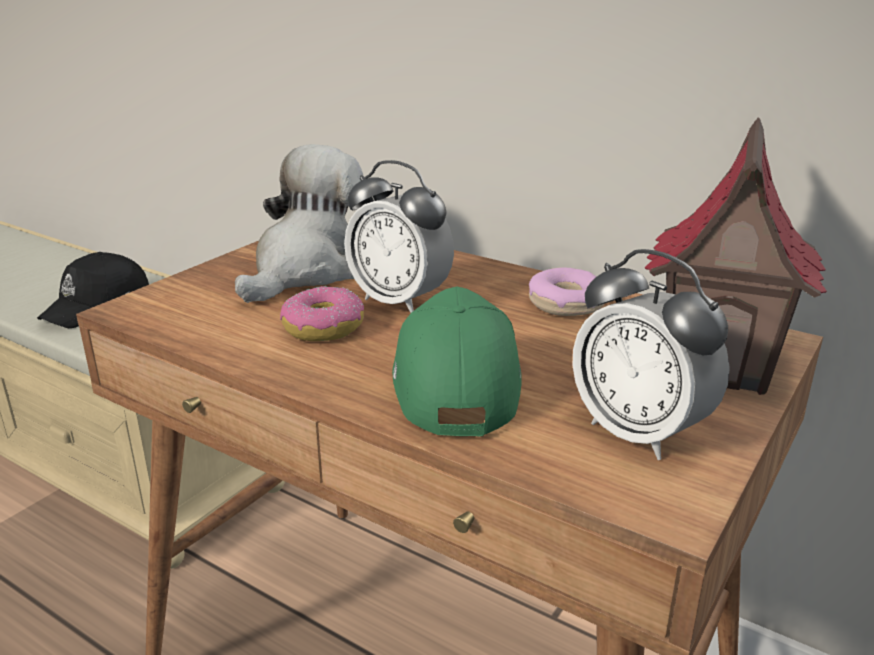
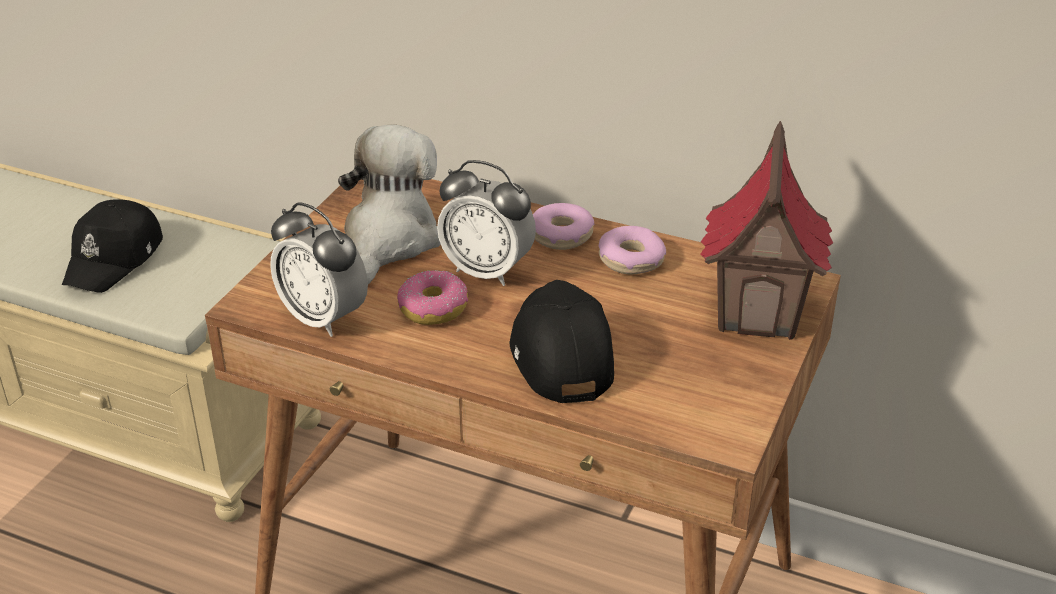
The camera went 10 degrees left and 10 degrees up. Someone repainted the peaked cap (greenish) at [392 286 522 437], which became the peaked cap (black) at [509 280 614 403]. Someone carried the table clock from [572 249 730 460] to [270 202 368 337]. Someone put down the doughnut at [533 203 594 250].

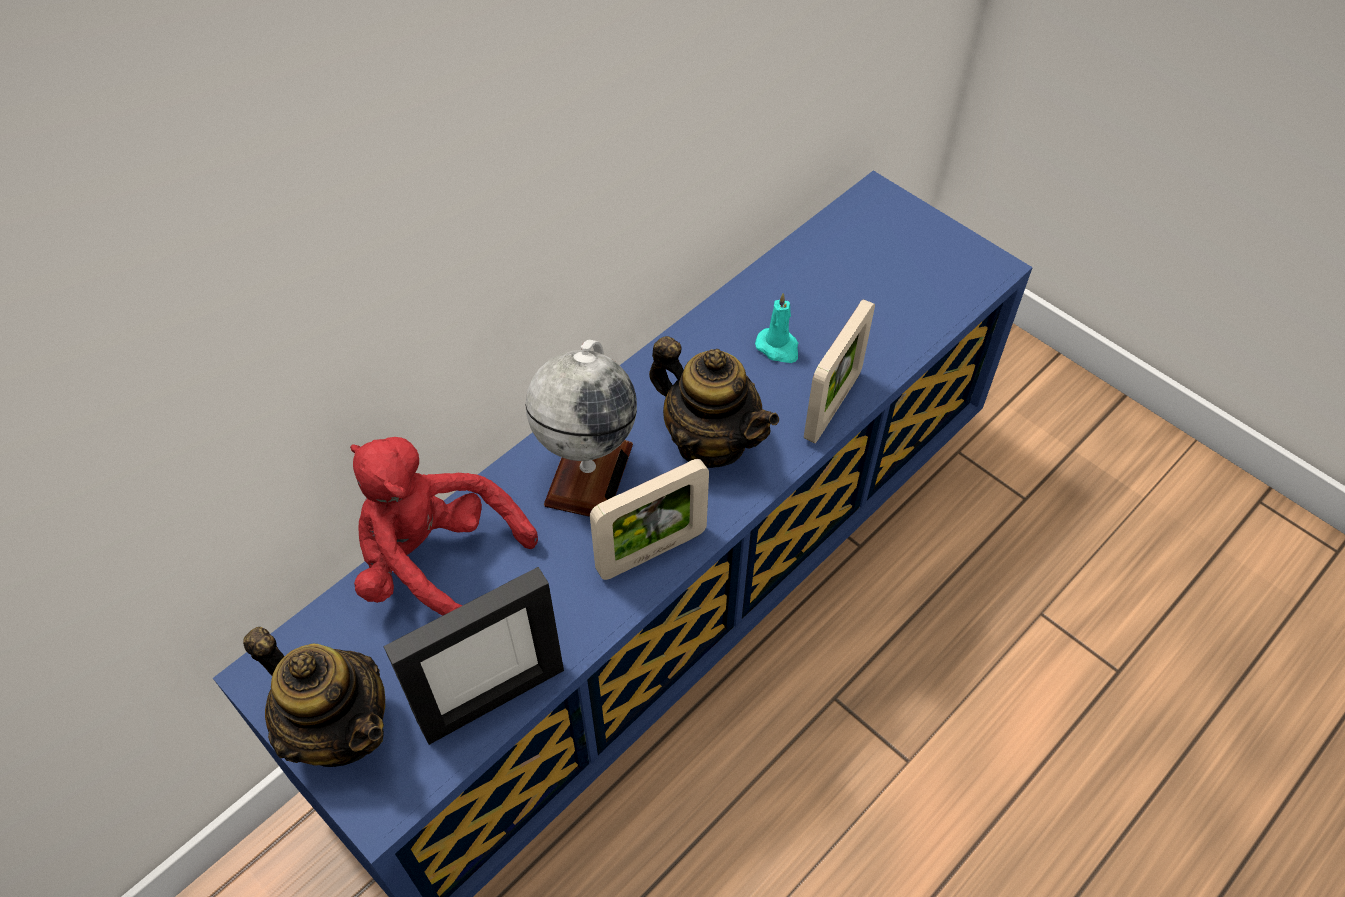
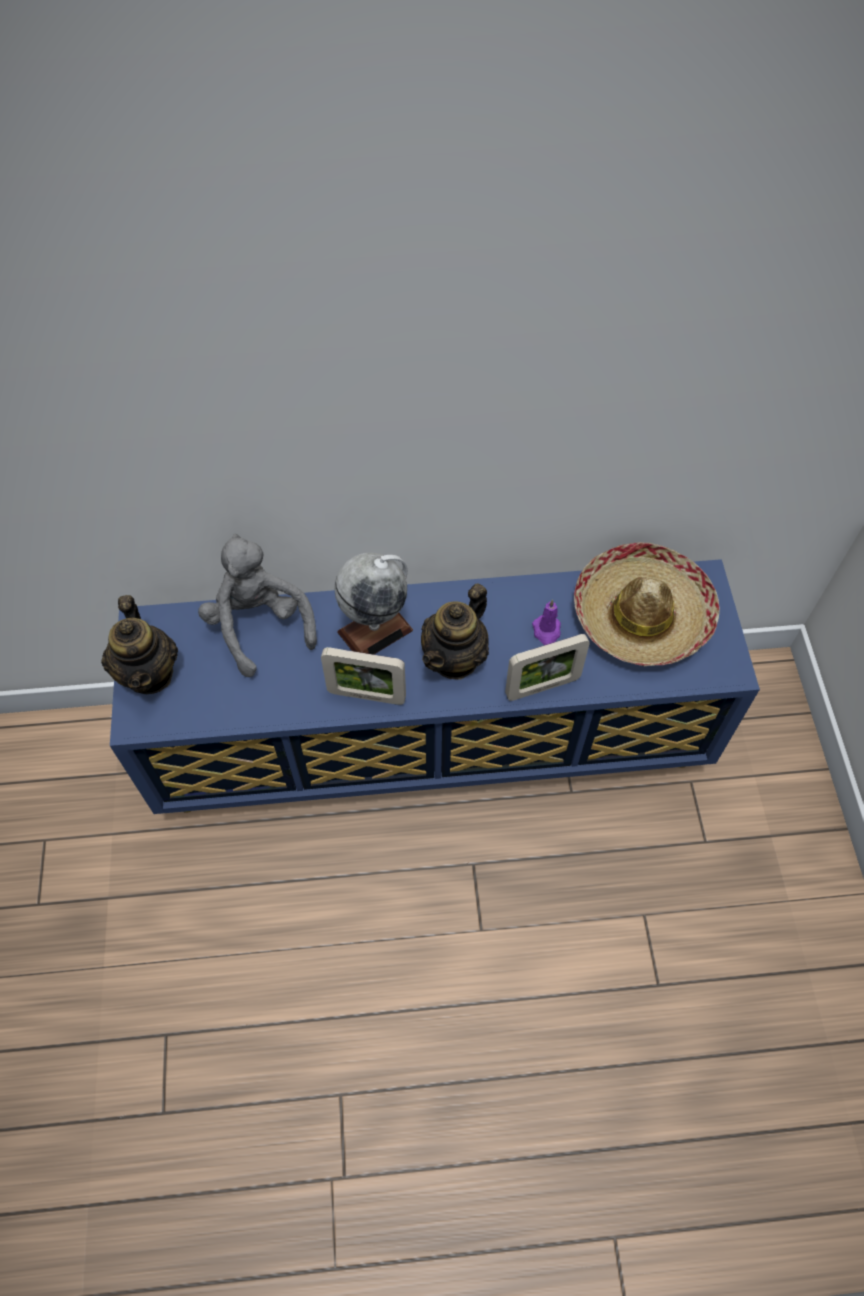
The camera went 40 degrees right and 5 degrees up. Someone repainted the plush toy (red-coloured) at [350 437 538 616], which became the plush toy (grey) at [198 534 317 677]. Someone took away the standing frame at [383 567 564 745]. Someone rotated the pot for tea at [649 336 779 468] by 45 degrees clockwise. Someone repainted the wax candle (blue-green) at [755 293 798 363], which became the wax candle (purple-coloured) at [532 599 561 645]. Someone put down the wearable hat at [574 542 720 666].

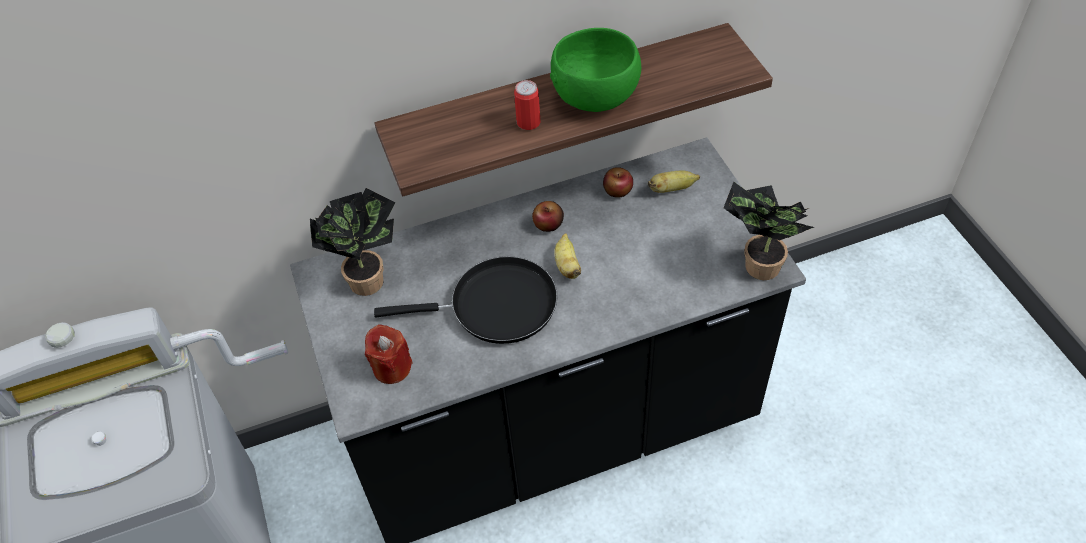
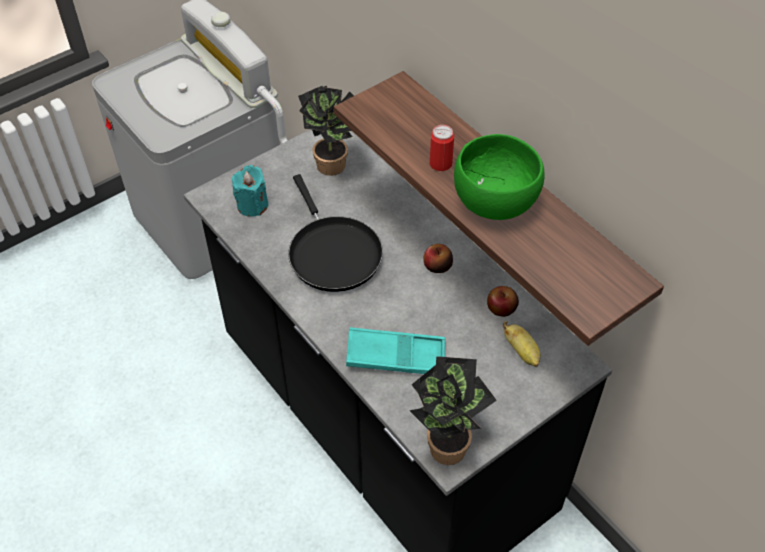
The camera went 70 degrees right and 0 degrees up. Someone repainted the wax candle (red-coloured) at [365 324 413 384], which became the wax candle (blue-green) at [232 165 268 217]. Someone took away the banana at [554 233 581 279]. Someone put down the tray (blue-green) at [346 327 445 374].

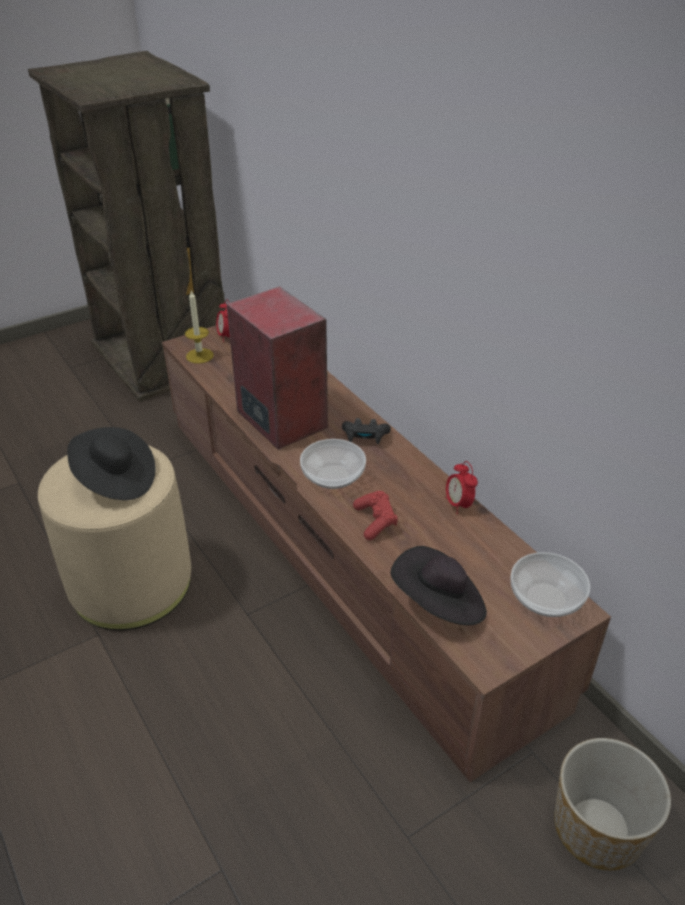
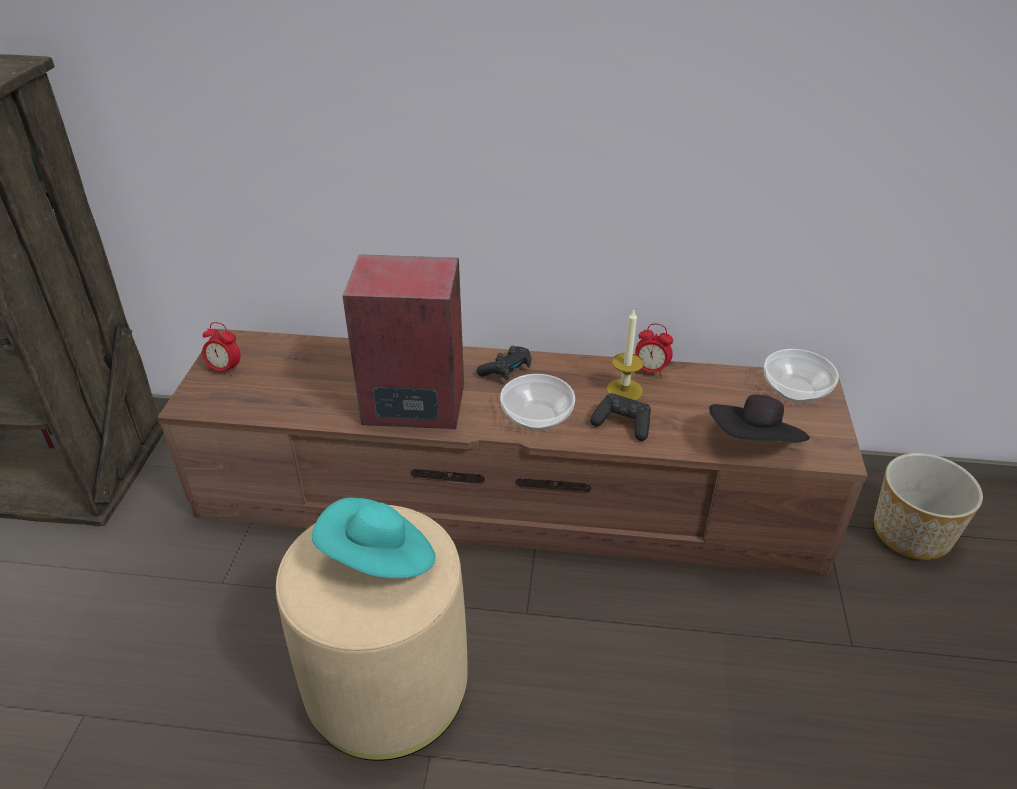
The camera went 50 degrees left and 0 degrees up. Someone repainted the wearable hat (black) at [67 427 156 500], which became the wearable hat (blue-green) at [312 497 436 578]. Someone carried the wax candle from [185 290 214 364] to [607 309 644 400]. Someone repainted the gamepad (red-coloured) at [353 491 398 541], which became the gamepad (black) at [590 393 651 441].

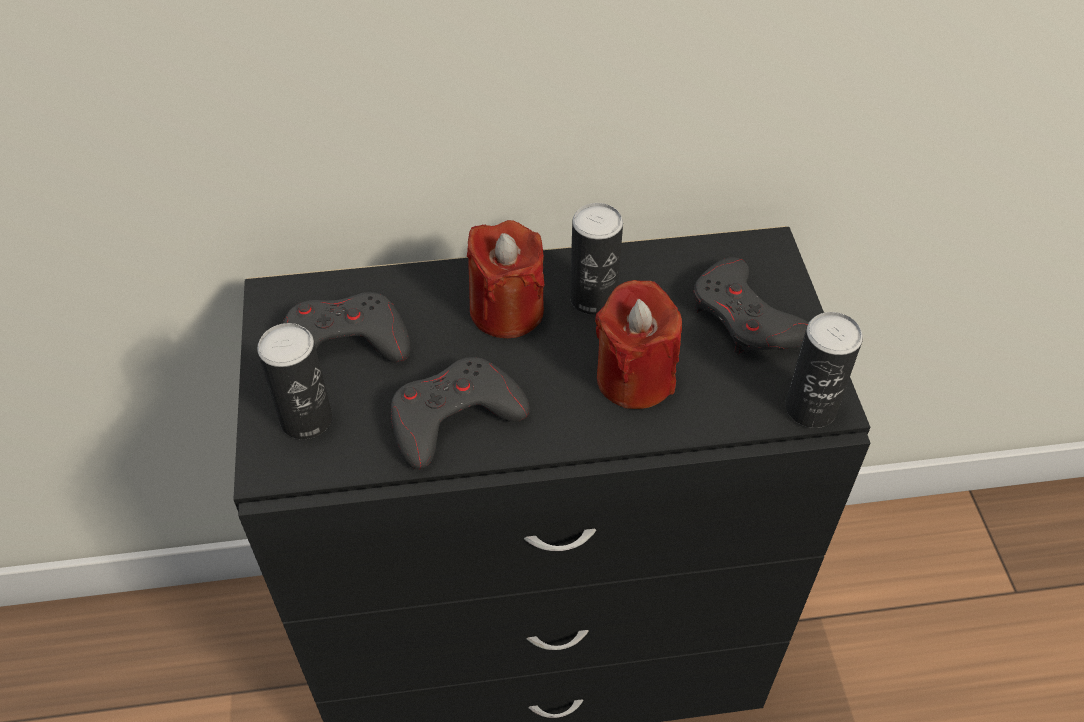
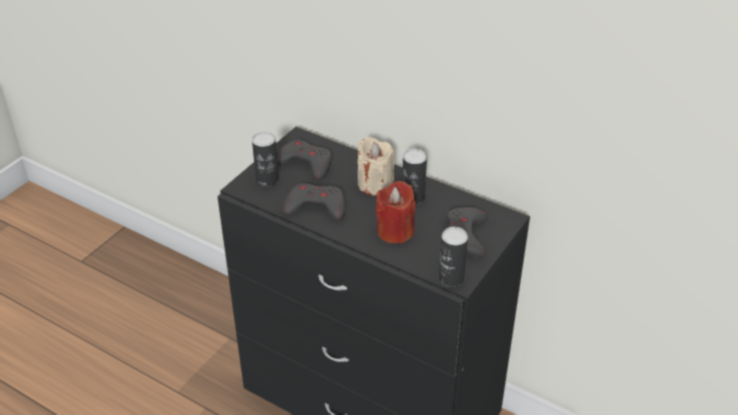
The camera went 40 degrees right and 10 degrees down. Someone repainted the wax candle (red-coloured) at [467 220 545 338], which became the wax candle (beige-coloured) at [358 137 395 195].

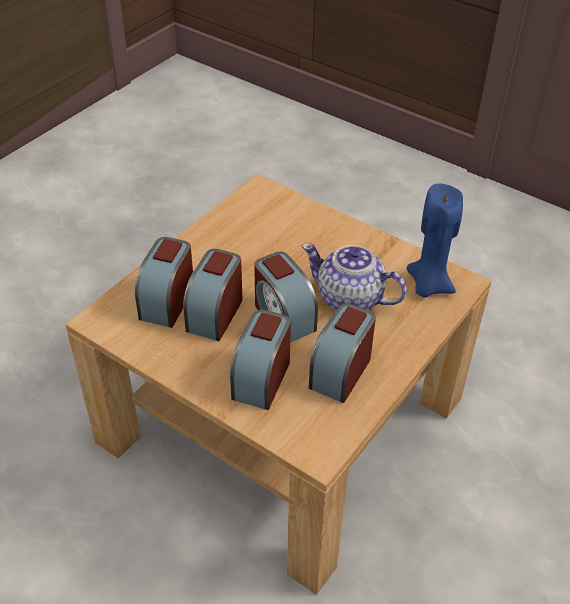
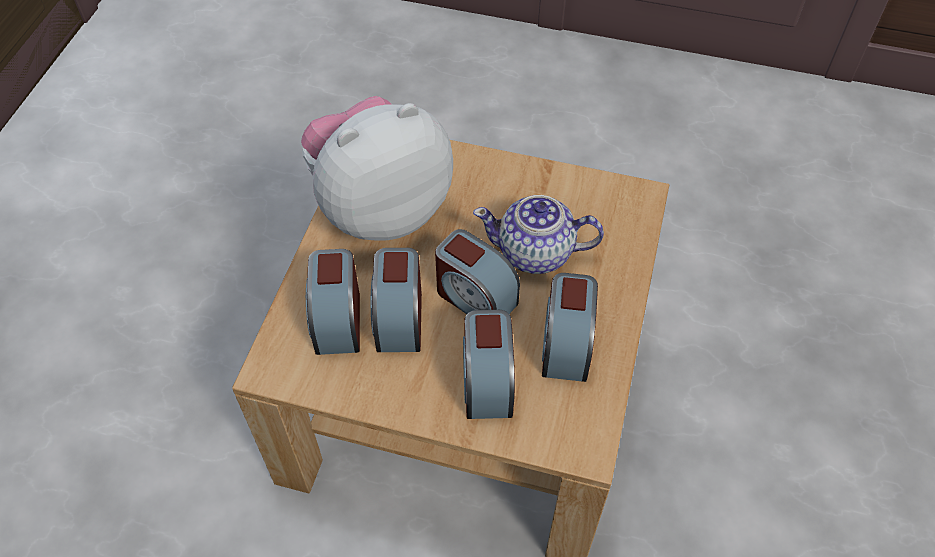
The camera went 20 degrees left and 10 degrees up. Someone took away the wax candle (bluish) at [406 183 463 298]. Someone put down the plush toy at [301 96 453 241].

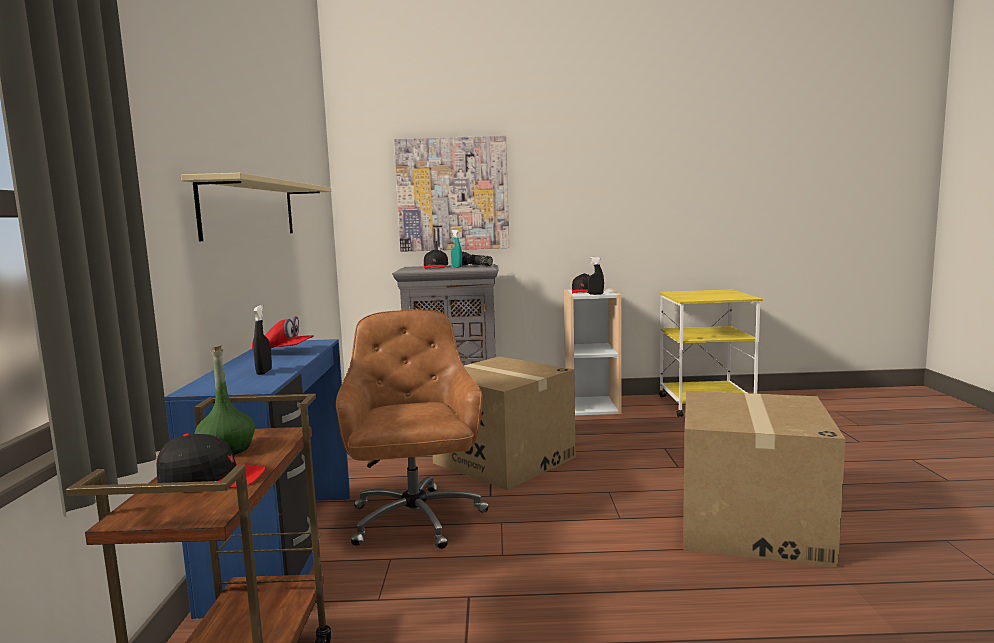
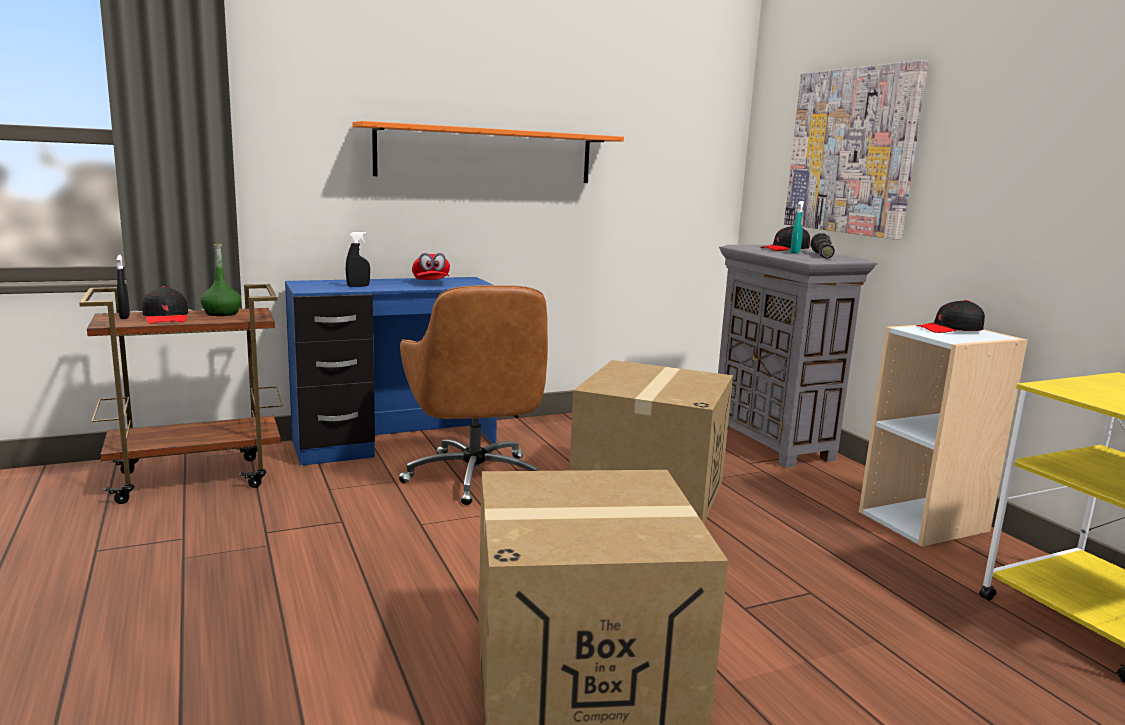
The camera went 65 degrees right and 5 degrees up. Someone repainted the wall shelf (beige-coloured) at [181 173 331 241], which became the wall shelf (orange-coloured) at [352 121 624 183]. Someone rotated the computer chair (brown) at [336 309 488 549] by 105 degrees clockwise. Someone carried the sprayer (black) from [587 257 604 295] to [117 255 130 319].

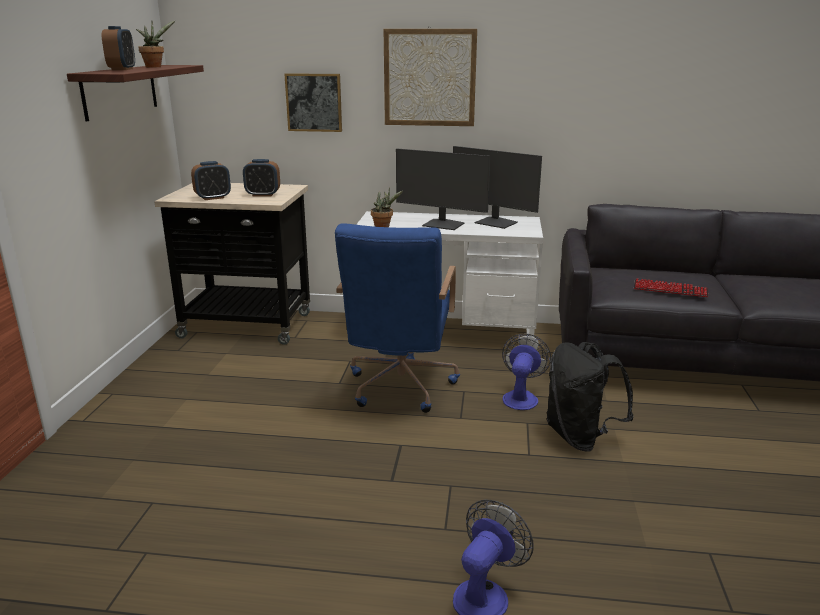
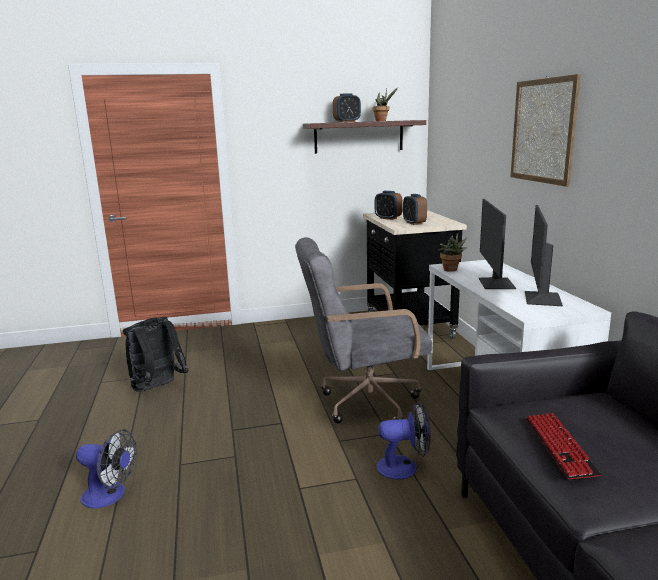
The camera went 70 degrees right and 5 degrees down. Someone took away the picture at [284 73 342 132]. Someone repainted the computer chair (bluish) at [335 223 460 413], which became the computer chair (grey) at [295 237 432 423]. Someone carried the rucksack (black) from [547 342 634 451] to [123 317 189 392].

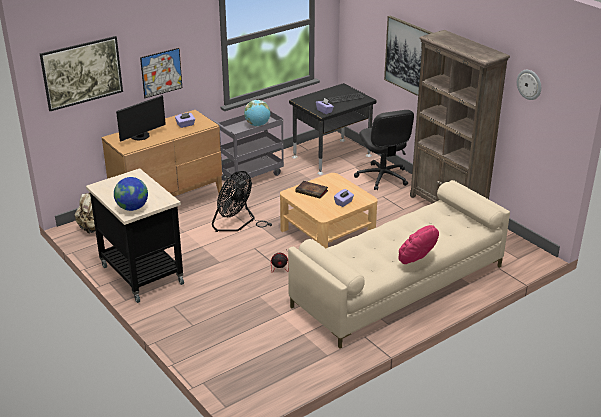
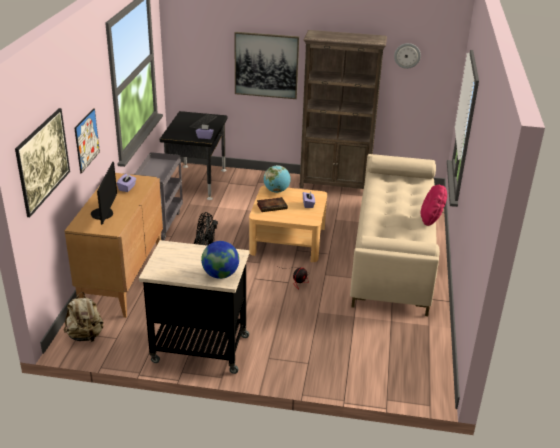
The camera went 45 degrees left and 0 degrees up. Someone carried the world globe from [244 100 270 126] to [263 165 291 193]. Someone took away the computer chair (black) at [354 110 414 190].

